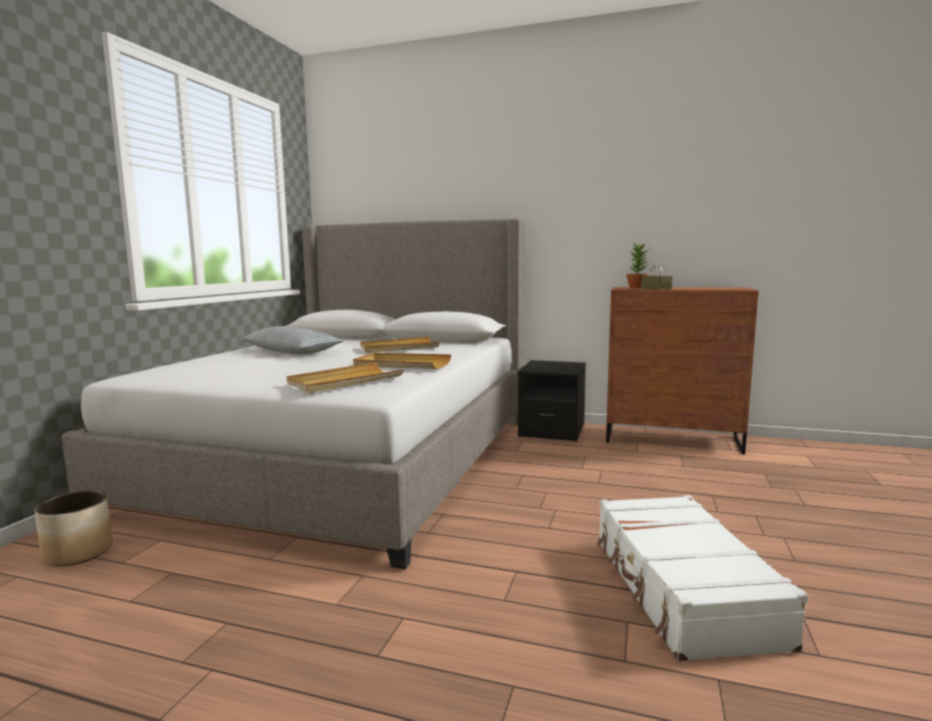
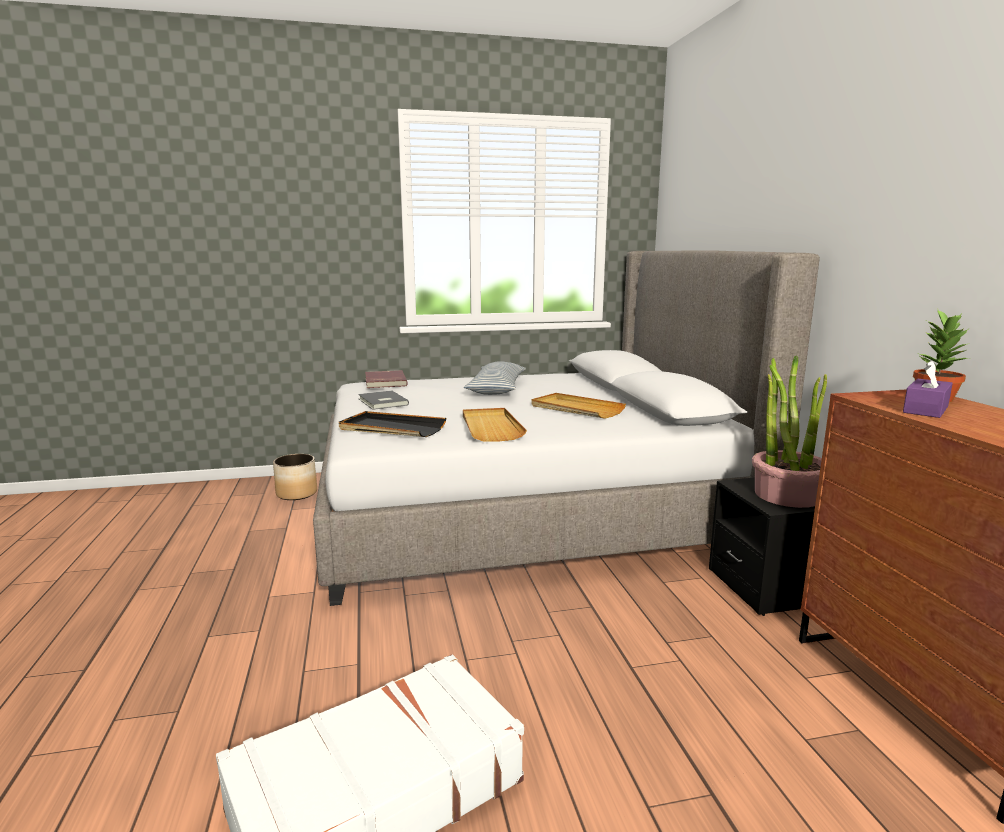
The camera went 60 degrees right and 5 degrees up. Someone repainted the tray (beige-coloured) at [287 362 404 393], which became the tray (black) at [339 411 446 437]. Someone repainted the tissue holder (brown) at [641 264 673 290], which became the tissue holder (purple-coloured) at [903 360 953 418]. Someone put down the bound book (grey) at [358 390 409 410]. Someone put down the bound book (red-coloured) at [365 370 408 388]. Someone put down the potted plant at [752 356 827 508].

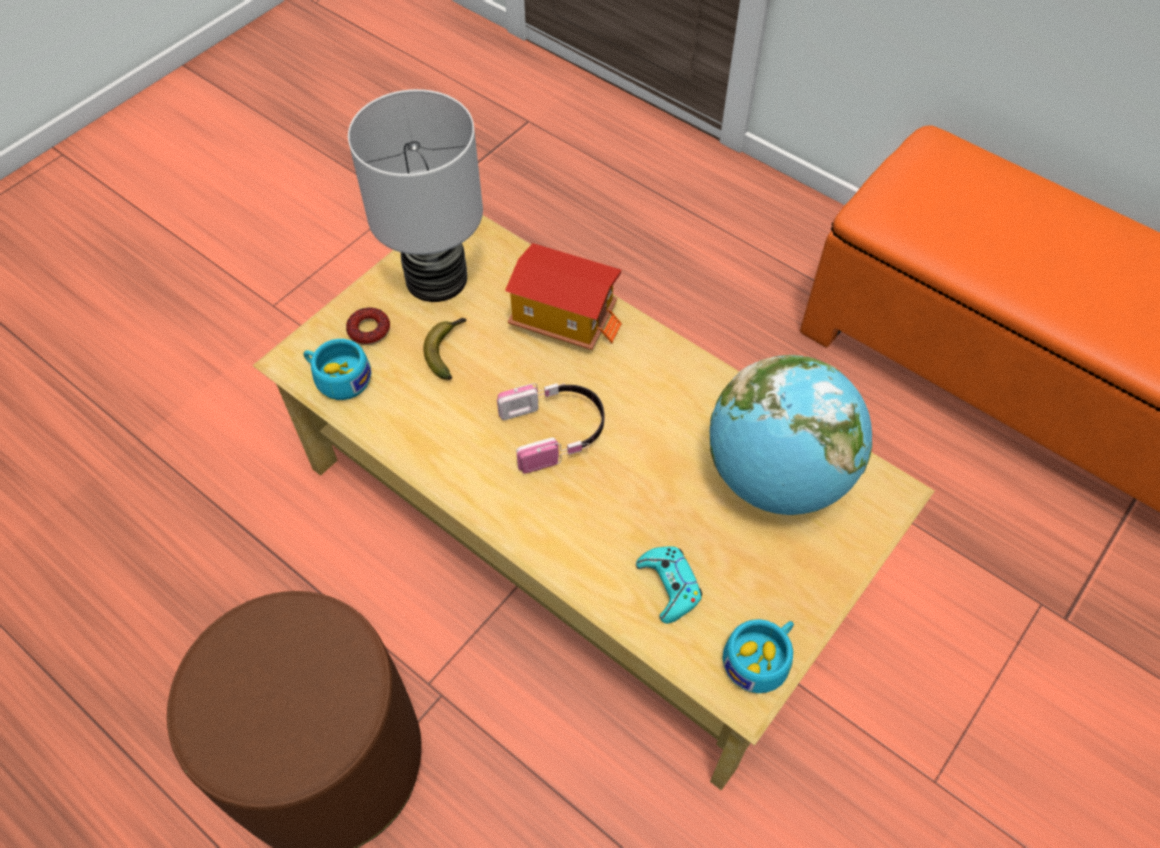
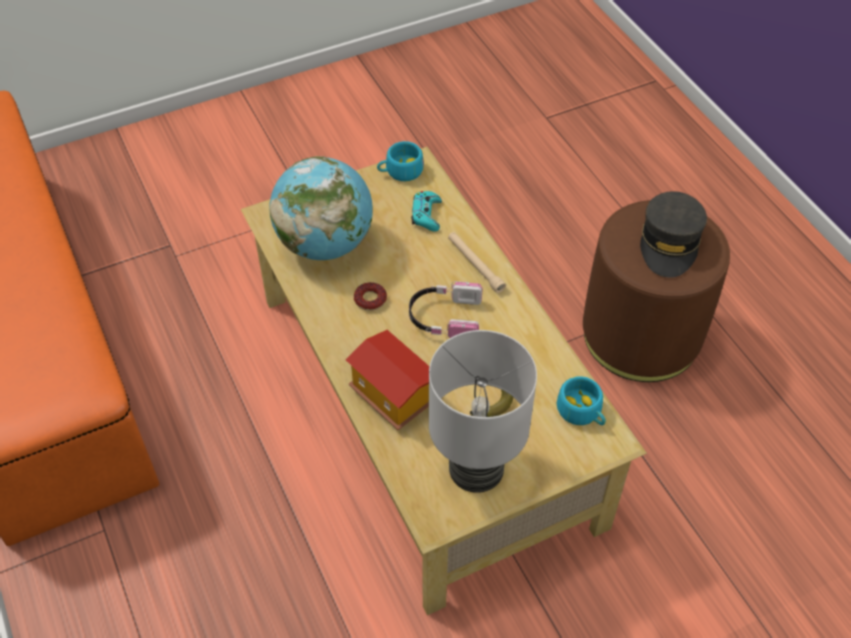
The camera went 155 degrees left and 5 degrees down. Someone carried the doughnut from [346 307 390 345] to [354 282 387 311]. Someone put down the hand torch (beige-coloured) at [448 232 506 293]. Someone put down the peaked cap (grey) at [640 191 707 278].

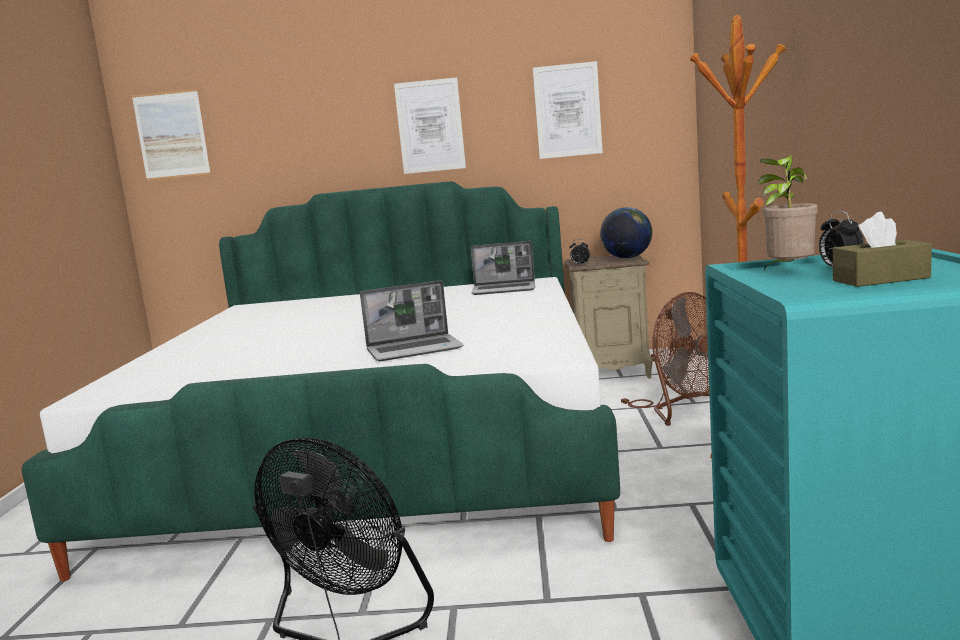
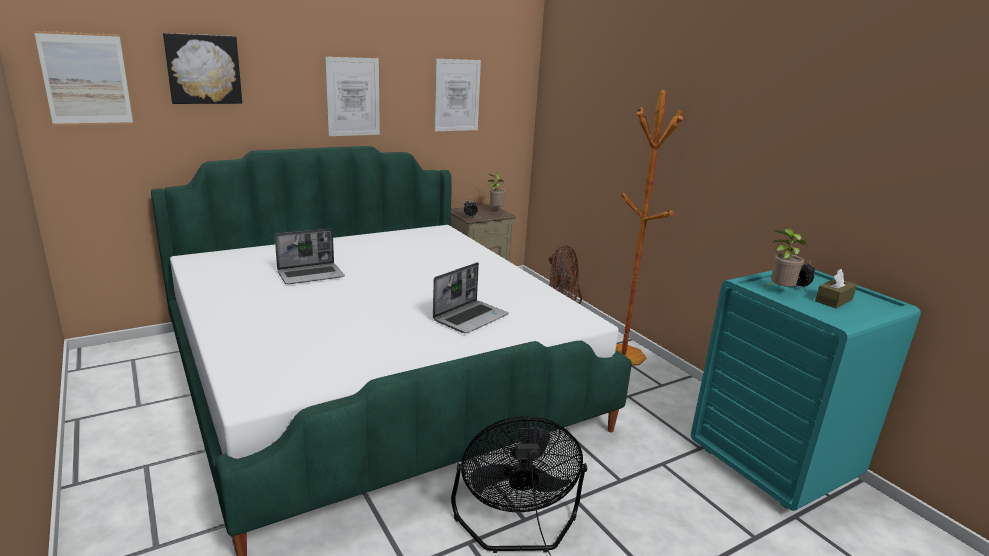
The camera went 35 degrees left and 10 degrees up. Someone carried the notebook computer from [471 241 535 295] to [275 228 345 284]. Someone swapped the world globe at [600 207 652 258] for the potted plant at [488 173 506 207]. Someone put up the picture at [163 33 242 104].

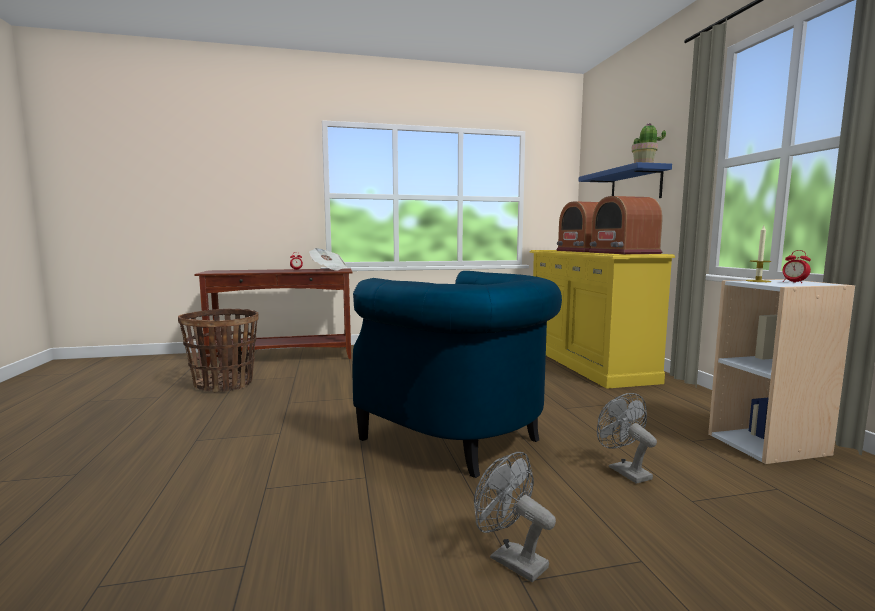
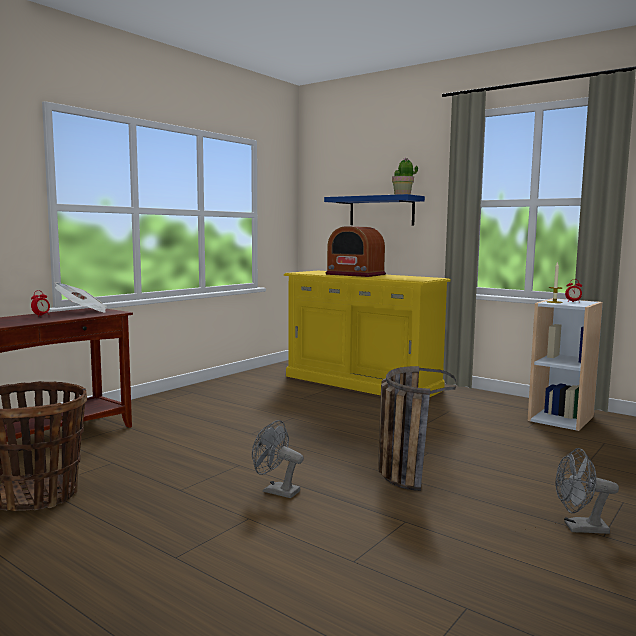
The camera went 40 degrees left and 0 degrees up. Someone swapped the lounge chair (bluish) at [353 271 562 478] for the household basket at [378 366 456 491]. Someone took away the radio at [589 196 662 254]. Someone carried the cooling fan (grey) from [597 393 657 484] to [252 420 304 498].

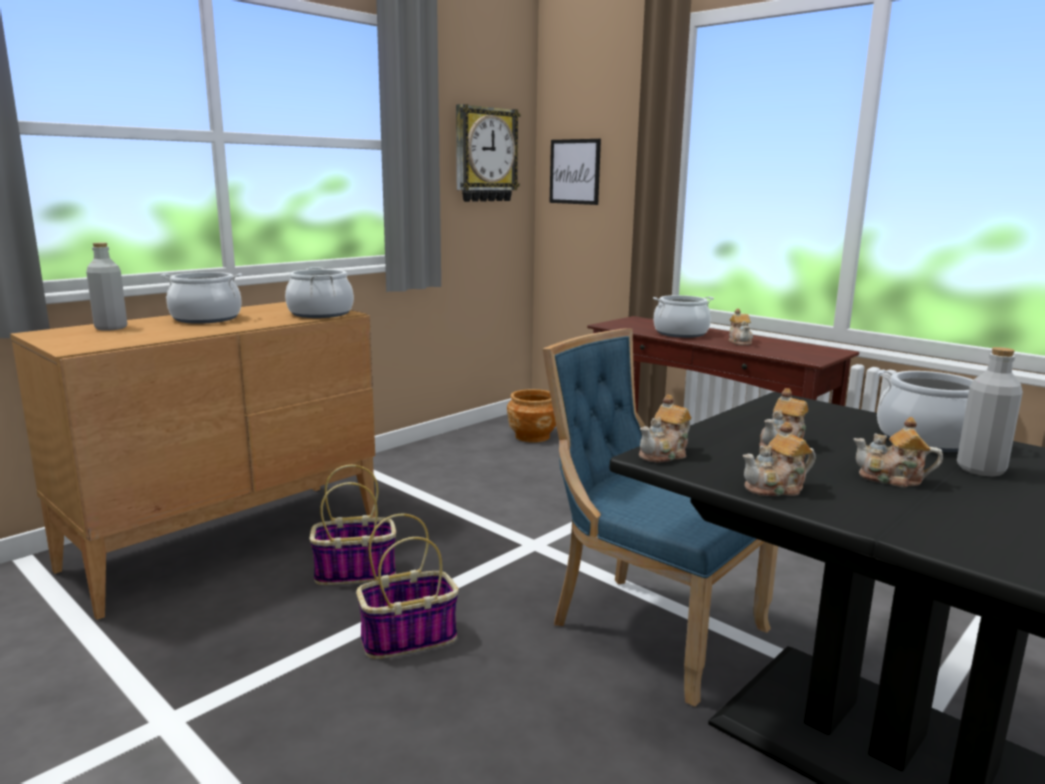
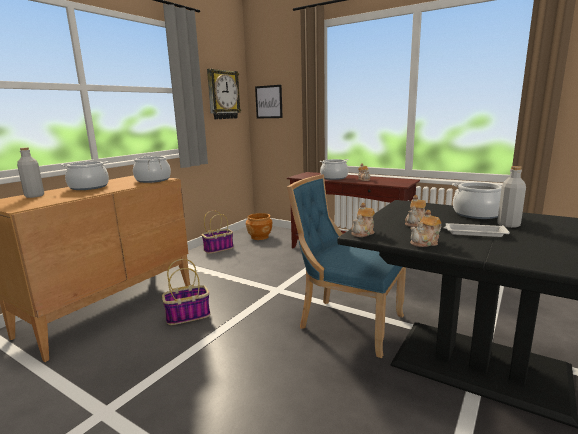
The camera went 10 degrees left and 0 degrees up. Someone carried the household basket from [356 514 459 659] to [202 210 234 254]. Someone swapped the pot for tea at [853 417 943 488] for the tray (whitish) at [444 223 510 237].

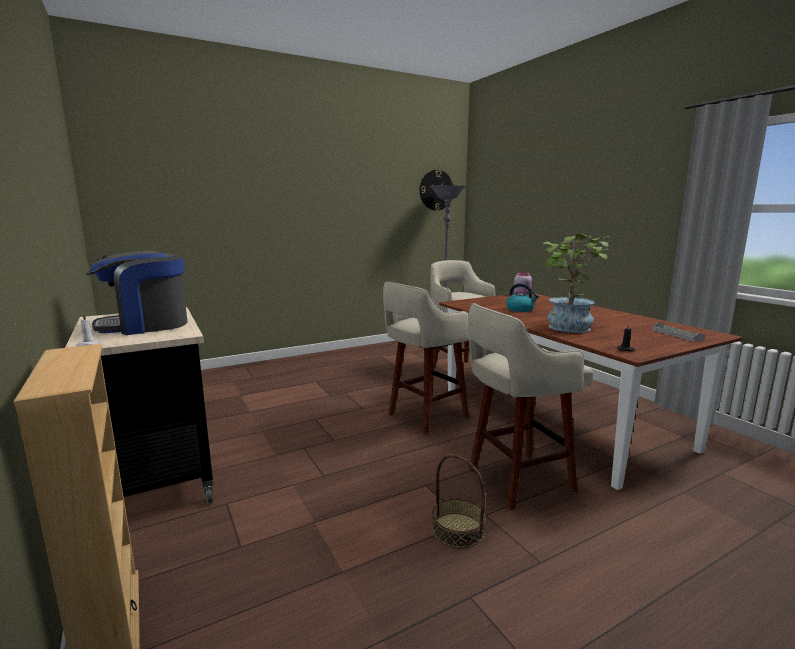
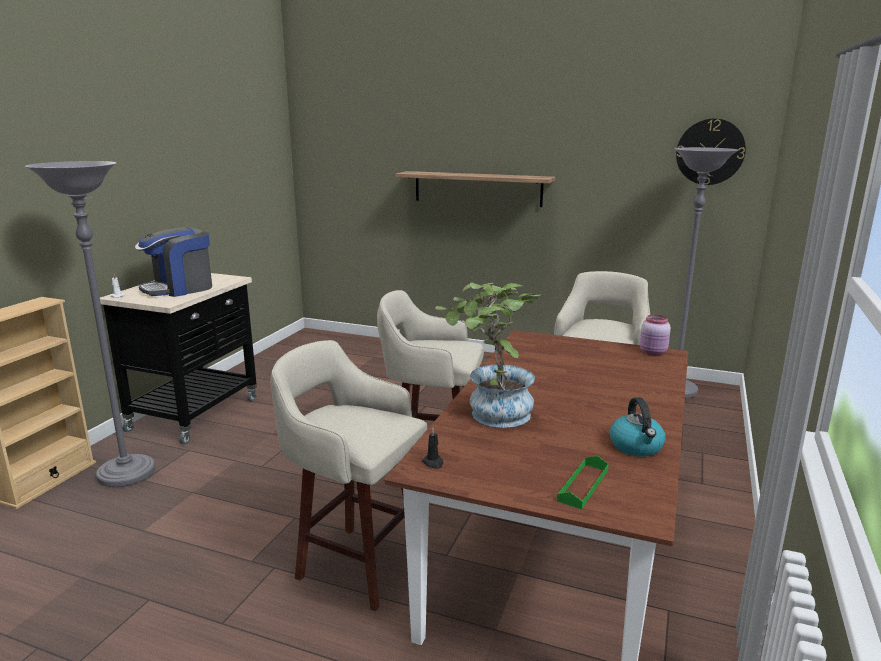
The camera went 50 degrees right and 5 degrees up. Someone rotated the coffee maker at [86 251 187 335] by 60 degrees counterclockwise. Someone took away the household basket at [432 454 485 548]. Someone carried the kettle from [506 283 539 312] to [610 397 665 456]. Someone repainted the tray (grey) at [653 322 705 342], which became the tray (greenish) at [557 456 609 509]. Someone put down the floor lamp (grey) at [25 161 155 487]. Someone put up the wall shelf at [396 171 555 207].

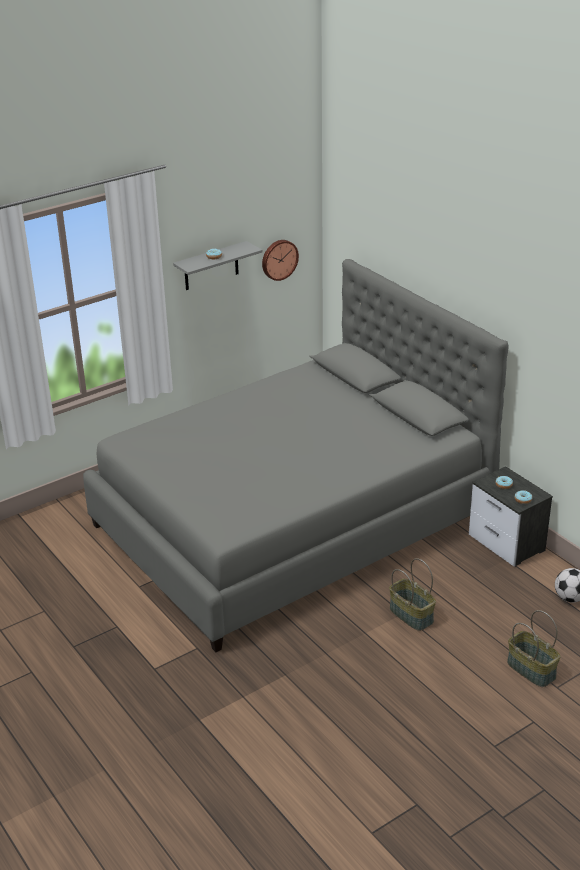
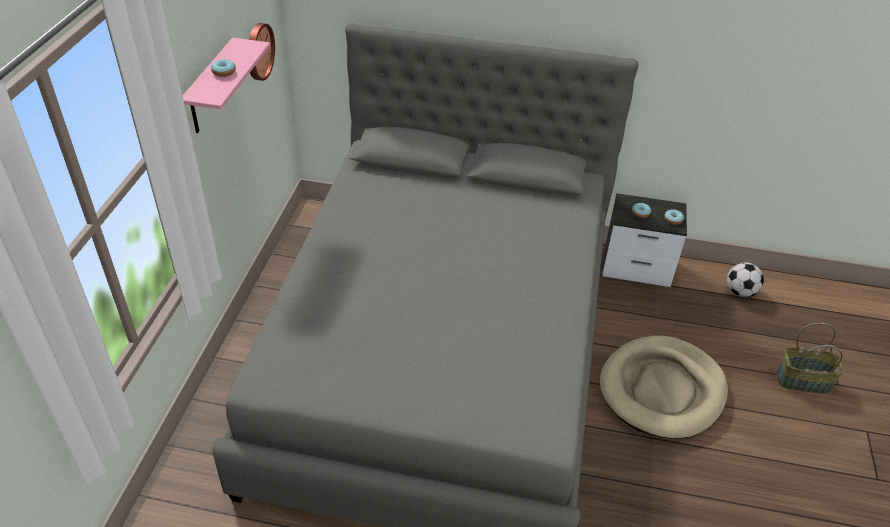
The camera went 45 degrees left and 10 degrees up. Someone repainted the wall shelf (grey) at [173 241 262 290], which became the wall shelf (pink) at [183 38 270 133]. Someone swapped the household basket at [389 558 436 631] for the dog bed (beige-coloured) at [600 335 728 439].

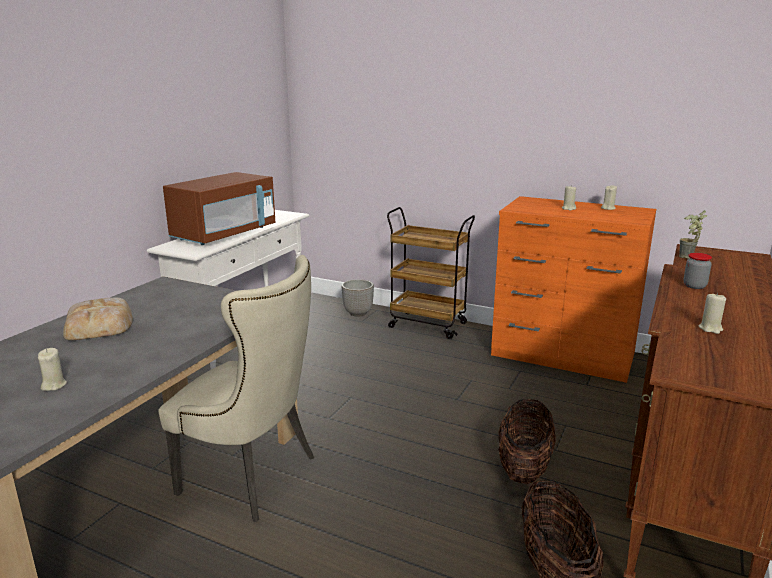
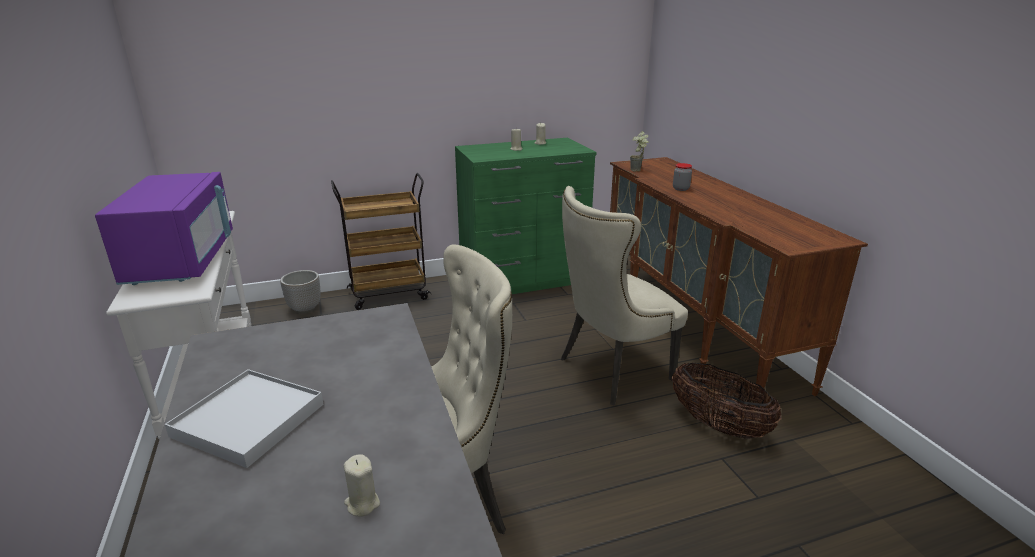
The camera went 45 degrees left and 5 degrees up. Someone swapped the baked bread at [63 298 133 340] for the tray (whitish) at [165 369 323 468]. Someone repainted the microwave (brown) at [163 172 275 245], which became the microwave (purple-coloured) at [95 172 233 285]. Someone repainted the drawer chest (orange-coloured) at [491 196 656 383], which became the drawer chest (greenish) at [455 138 596 294]. Someone swapped the household basket at [498 398 556 484] for the chair (beige-coloured) at [561 186 688 405]. Someone took away the wax candle (beige-coloured) at [699 293 726 334].

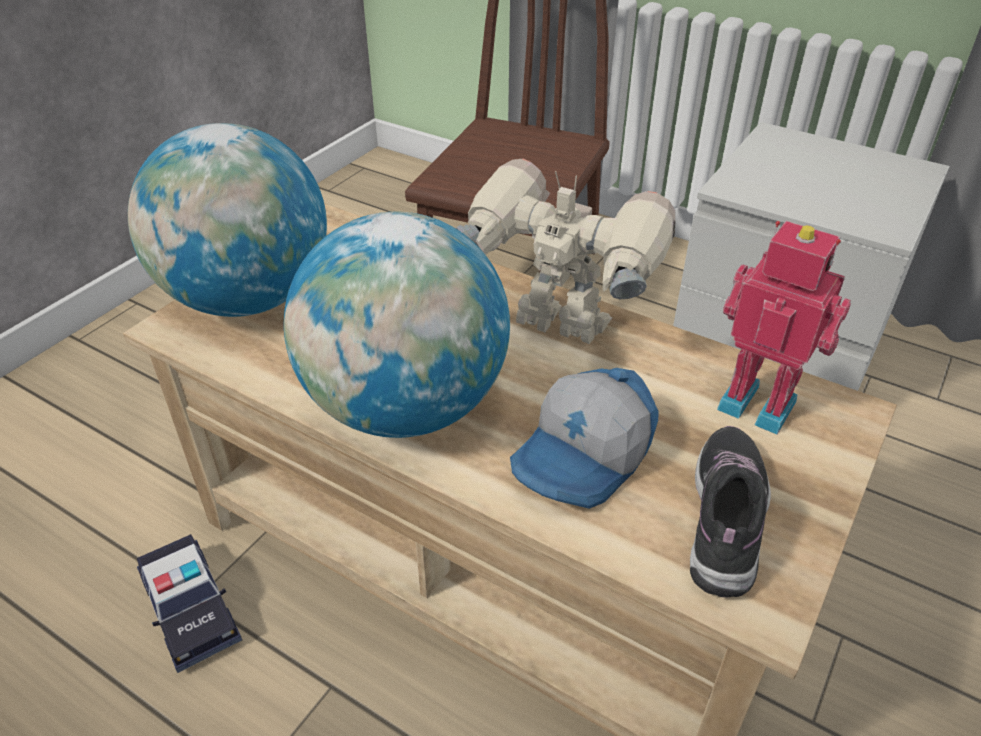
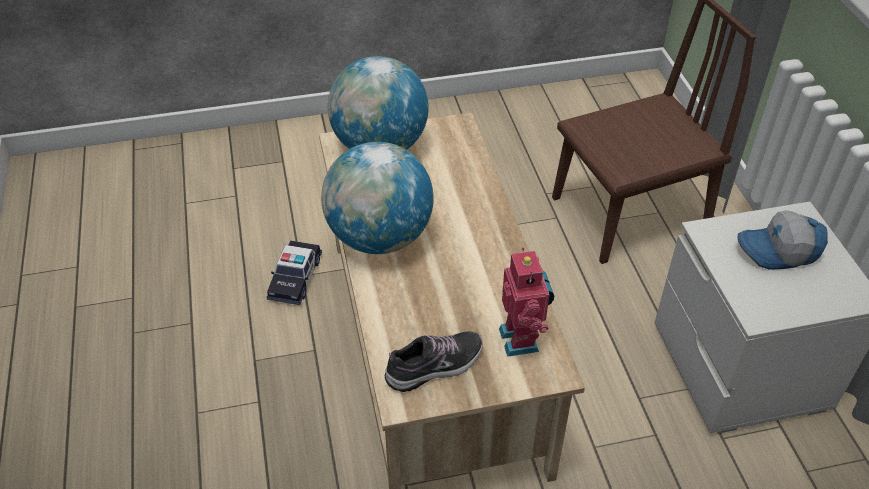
The camera went 45 degrees right and 5 degrees up. Someone took away the robot figure at [456 159 675 344]. Someone carried the peaked cap from [510 368 659 509] to [738 210 828 270].

